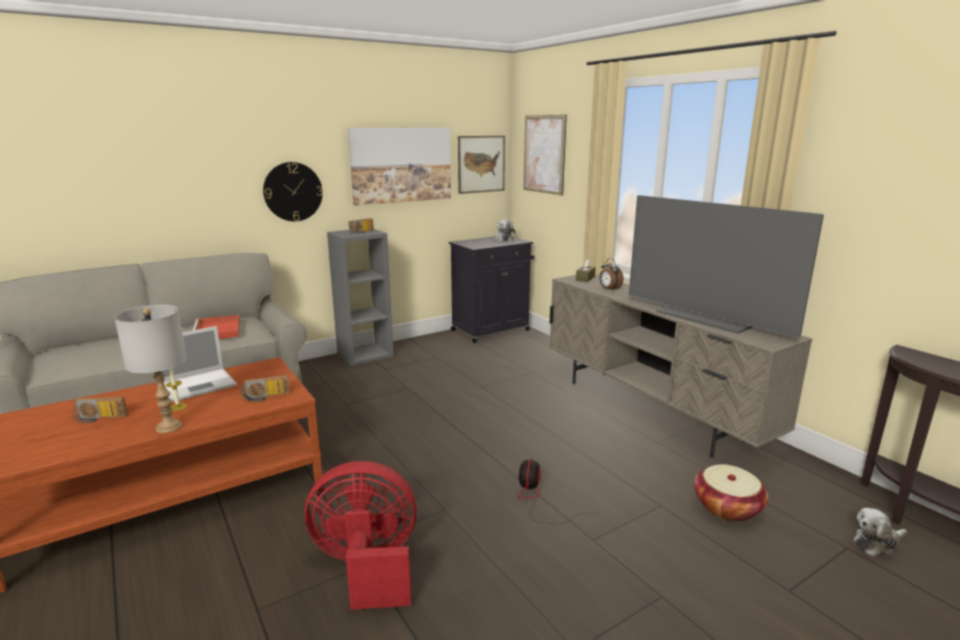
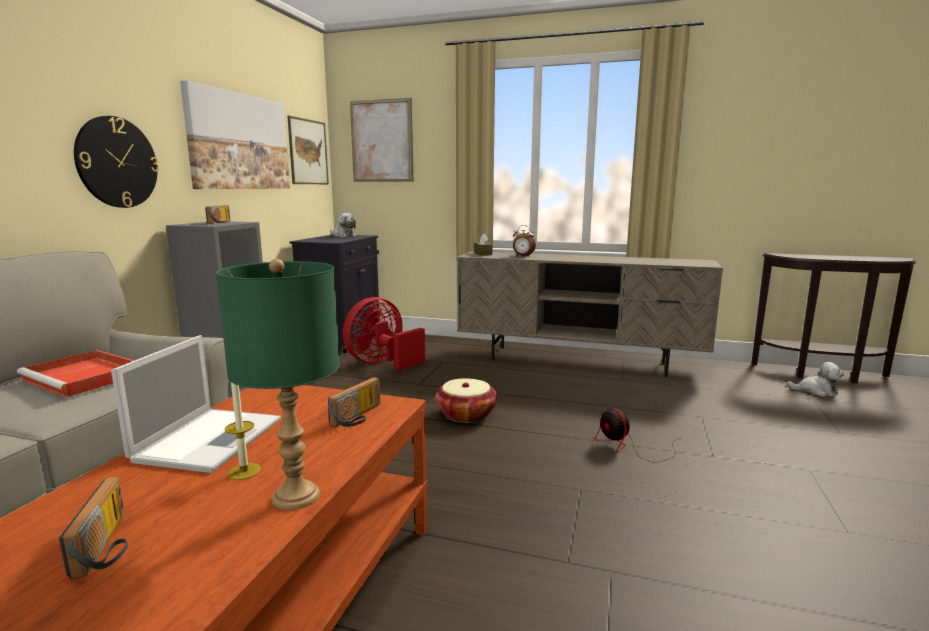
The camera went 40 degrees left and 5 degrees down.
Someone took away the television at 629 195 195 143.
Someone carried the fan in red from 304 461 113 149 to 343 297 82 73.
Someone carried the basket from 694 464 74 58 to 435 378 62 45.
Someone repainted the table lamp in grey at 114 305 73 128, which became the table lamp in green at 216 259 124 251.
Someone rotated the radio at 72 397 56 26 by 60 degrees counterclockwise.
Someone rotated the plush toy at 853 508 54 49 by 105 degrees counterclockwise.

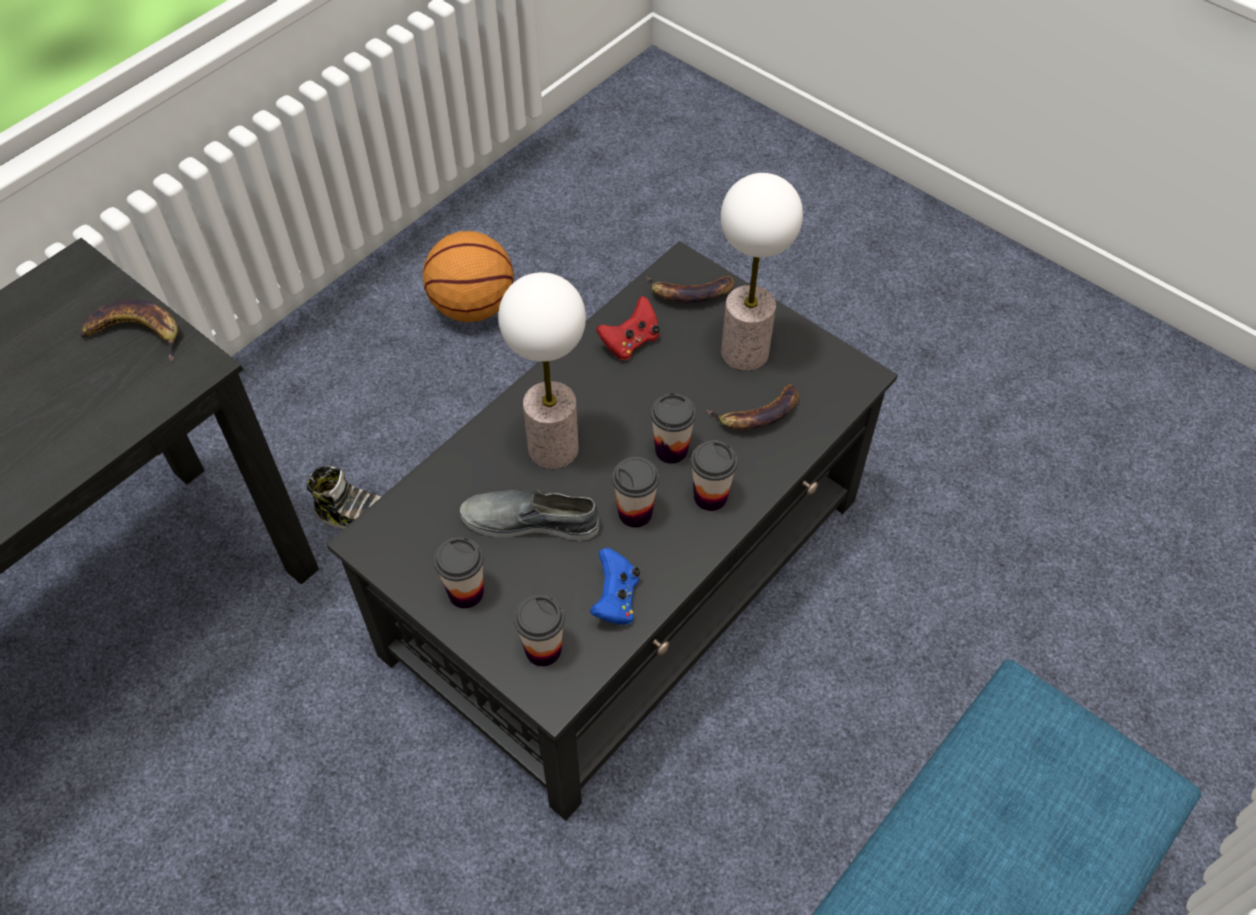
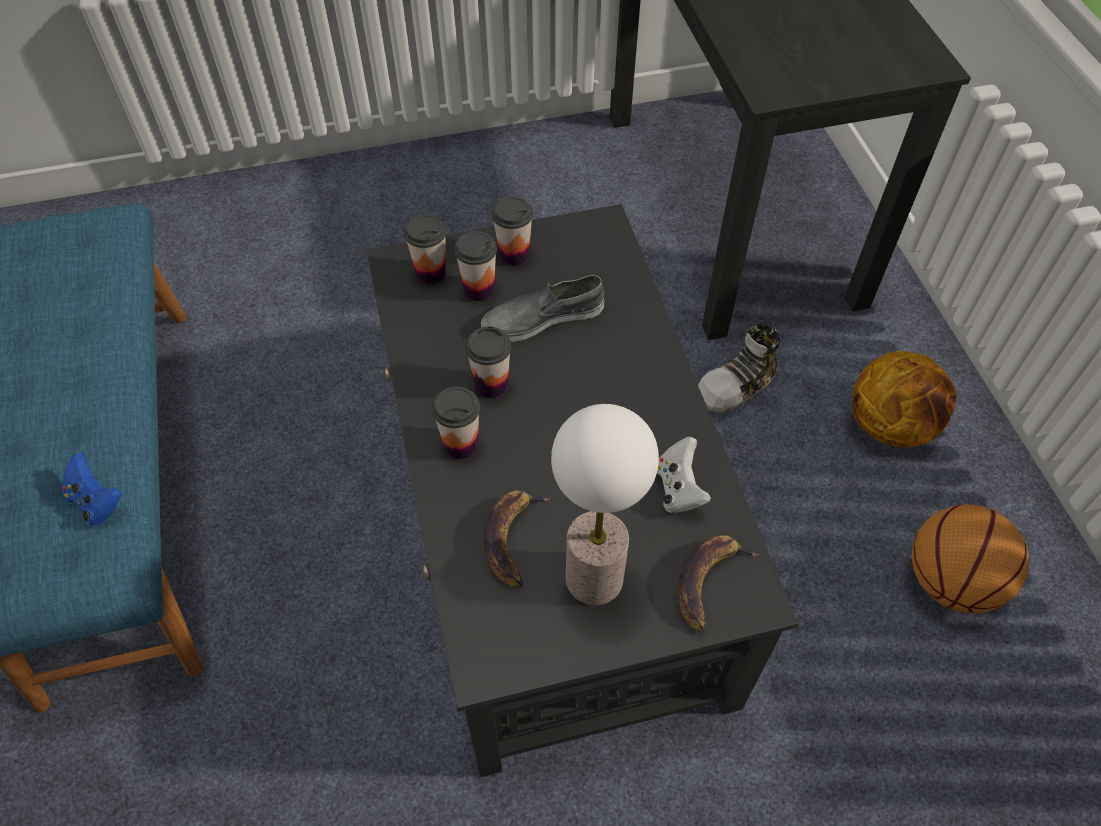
The camera went 125 degrees right and 0 degrees up.
Someone took away the banana at 80 299 98 63.
Someone took away the table lamp at 498 272 88 197.
Someone put down the basketball at 852 351 104 97.
Someone carried the game controller in blue from 590 548 50 77 to 62 453 60 73.
Someone carried the cup from 651 393 45 71 to 454 231 43 70.
Someone repainted the game controller in red at 596 296 64 64, which became the game controller in white at 657 437 54 76.
Someone rotated the shoe in grey at 460 490 139 51 by 150 degrees counterclockwise.

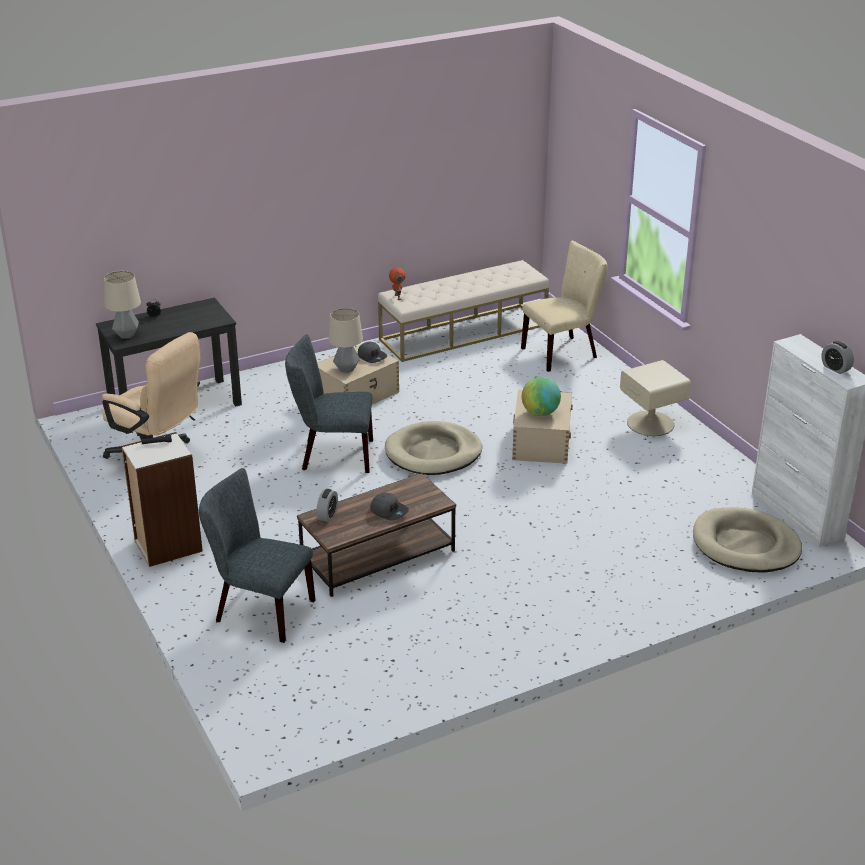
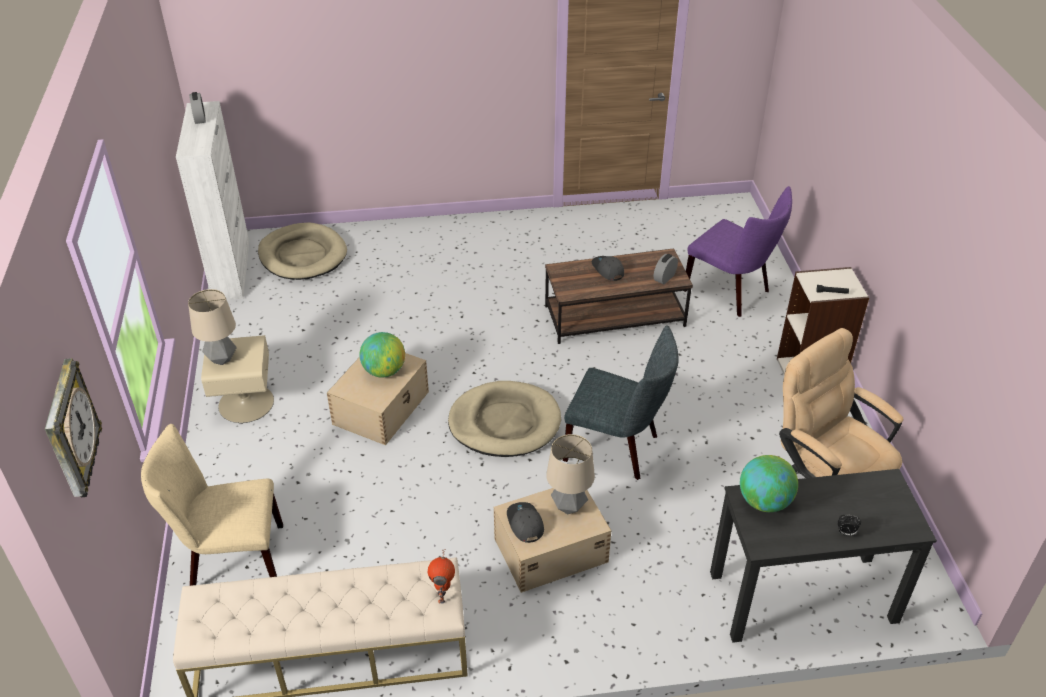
The camera went 160 degrees left and 10 degrees up.
Someone put up the wall clock at 45 359 57 138.
Someone put down the globe at 740 455 58 57.
Someone carried the table lamp from 104 271 37 68 to 188 289 49 76.
Someone repainted the chair in grey at 199 468 117 175, which became the chair in purple at 684 186 108 131.

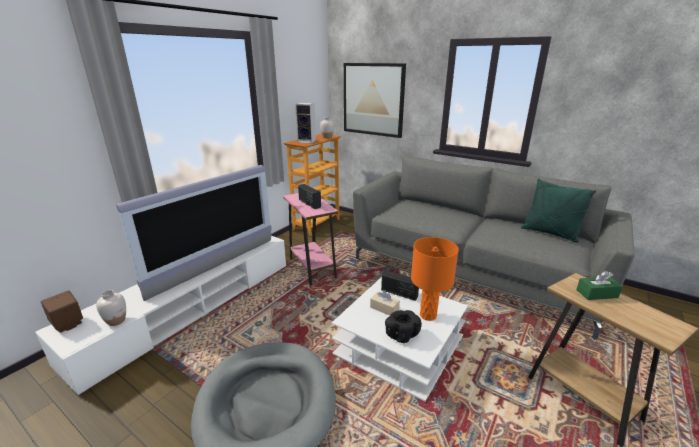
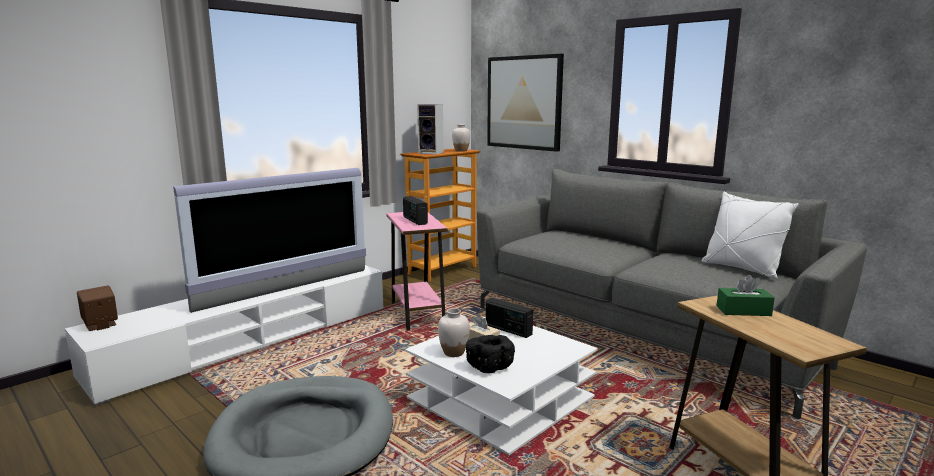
The camera went 10 degrees right and 10 degrees down.
Someone took away the table lamp in orange at 411 237 48 84.
Someone carried the vase in white from 96 290 30 36 to 438 308 32 49.
Someone repainted the pillow in green at 521 178 75 65, which became the pillow in white at 702 192 97 87.

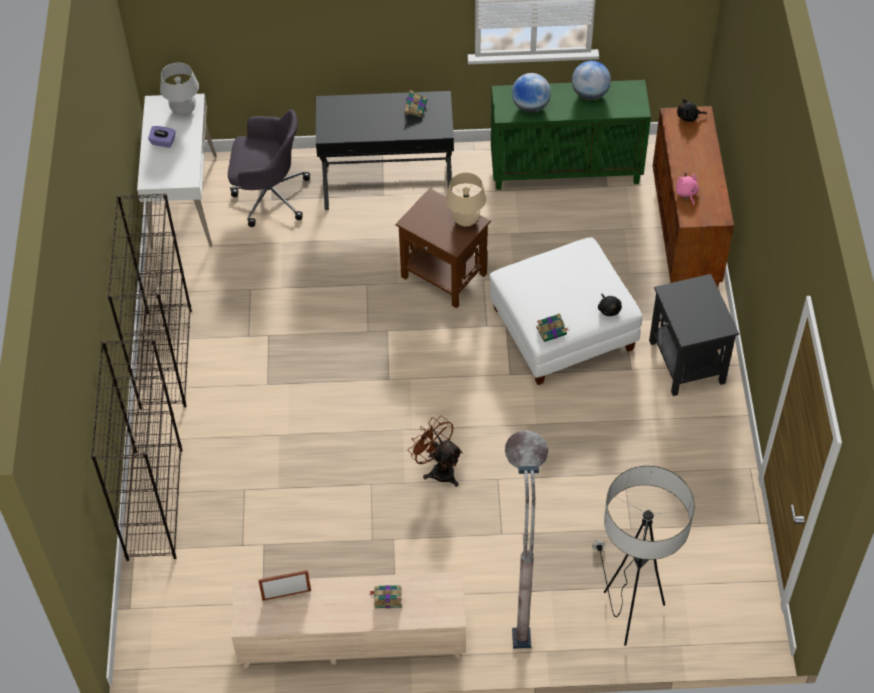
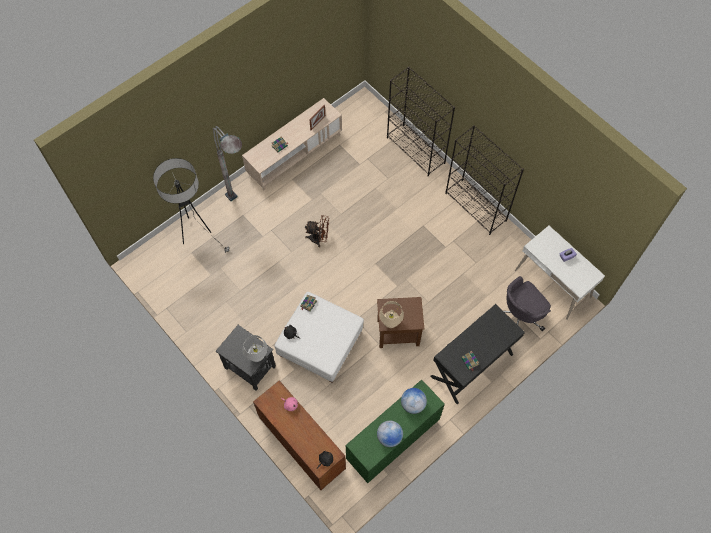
The camera went 140 degrees right and 10 degrees up.
Someone carried the table lamp in white from 160 62 39 54 to 243 335 25 27.

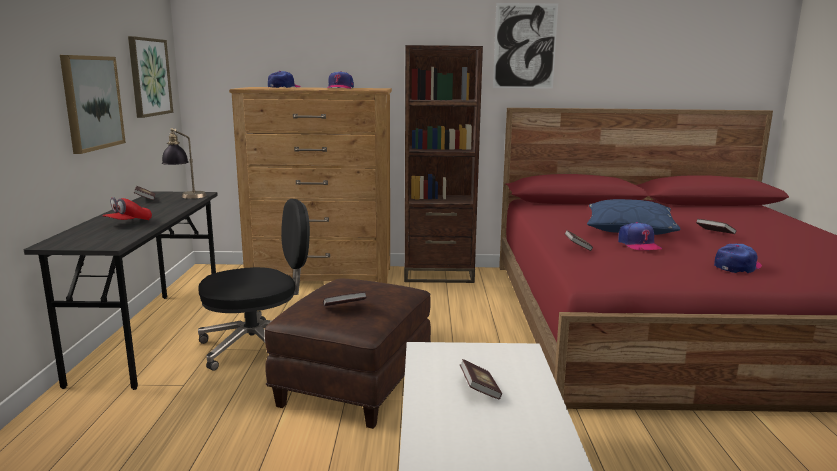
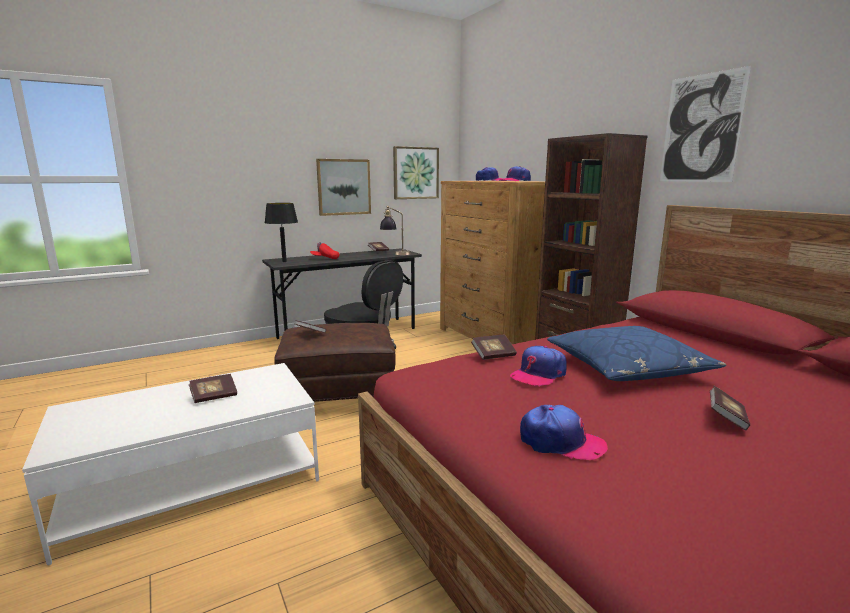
The camera went 60 degrees right and 0 degrees up.
Someone put down the table lamp in black at 265 203 33 59.

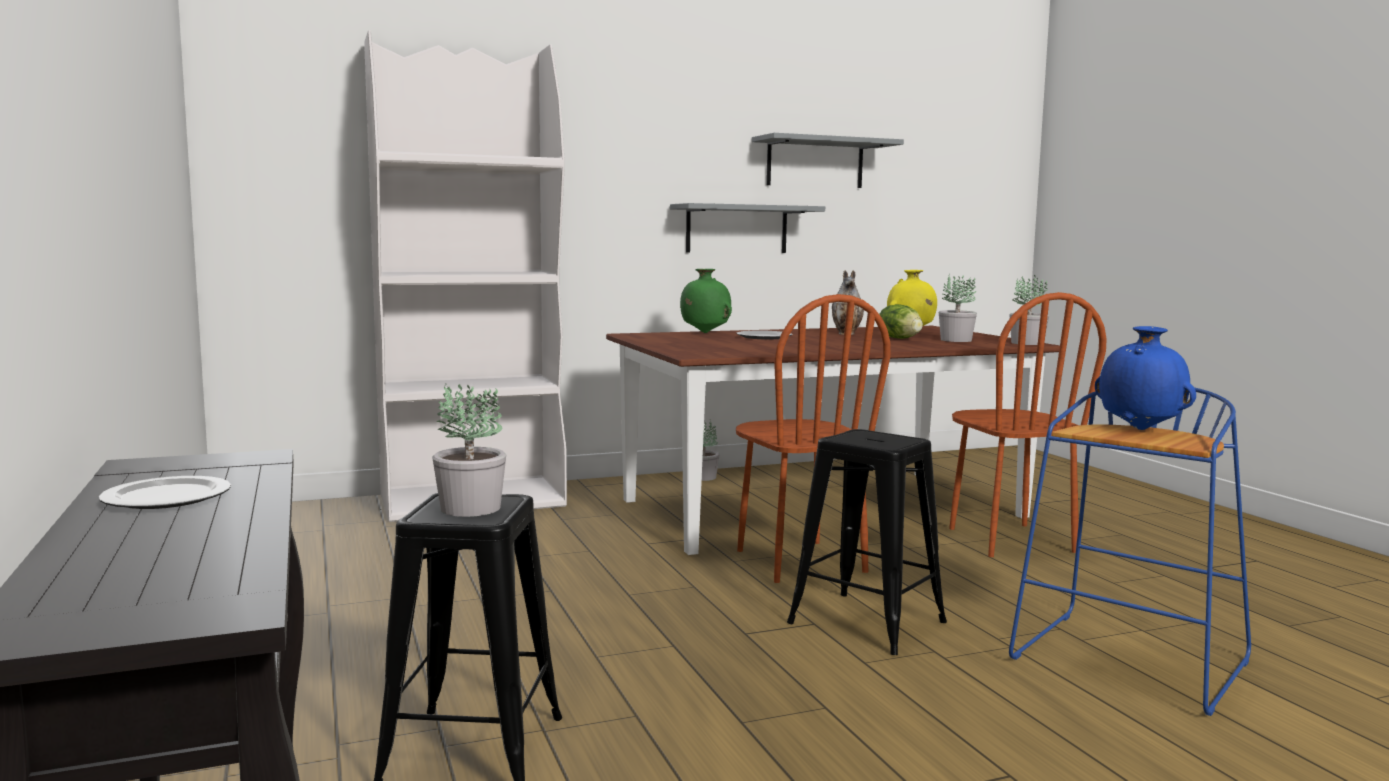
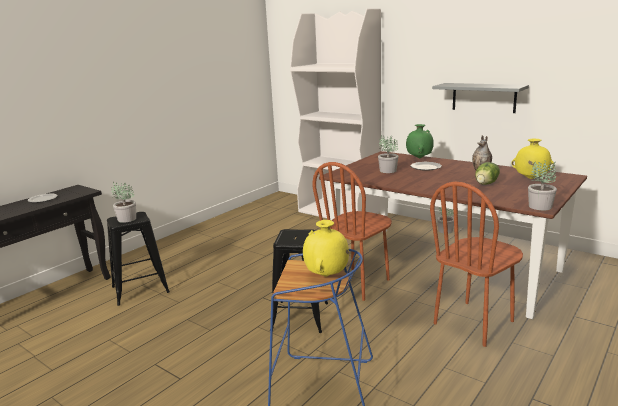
The camera went 60 degrees right and 10 degrees up.
Someone took away the shelf in grey at 752 133 152 55.
Someone carried the potted plant from 939 273 38 69 to 378 134 21 39.
Someone repainted the vase in blue at 1095 326 101 104, which became the vase in yellow at 303 220 46 57.

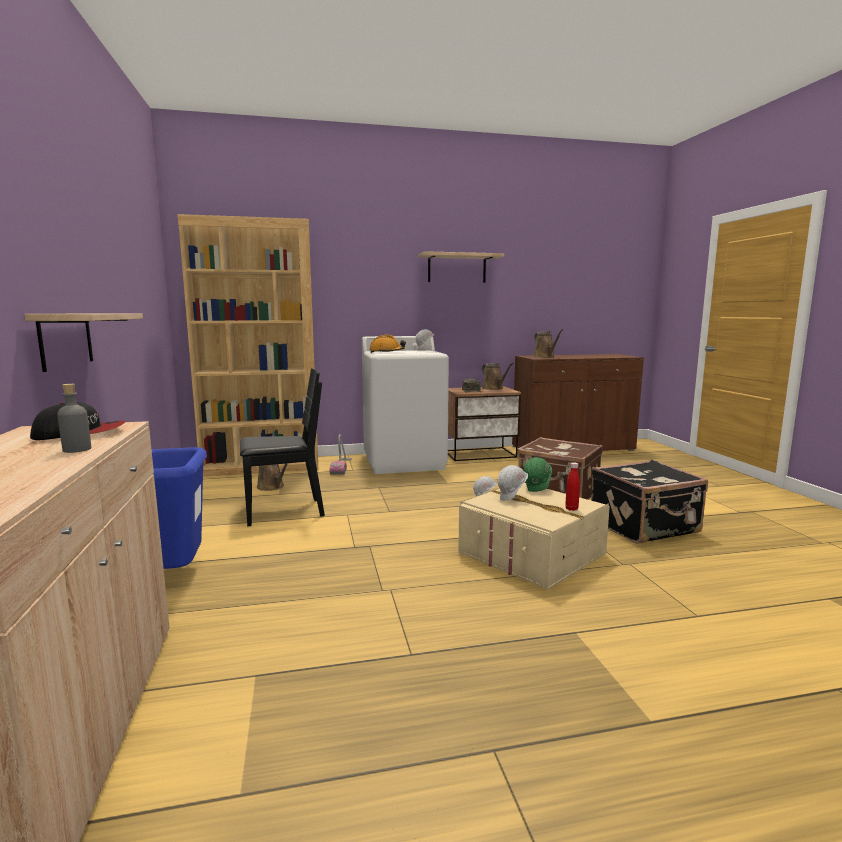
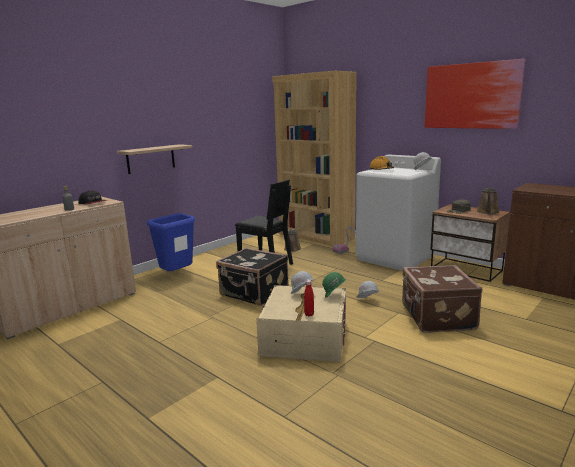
The camera went 55 degrees right and 5 degrees up.
Someone took away the watering can in brown at 533 329 30 29.
Someone carried the suitcase in black from 591 460 117 84 to 216 247 73 59.
Someone swapped the shelf at 418 251 86 32 for the picture at 425 59 101 70.

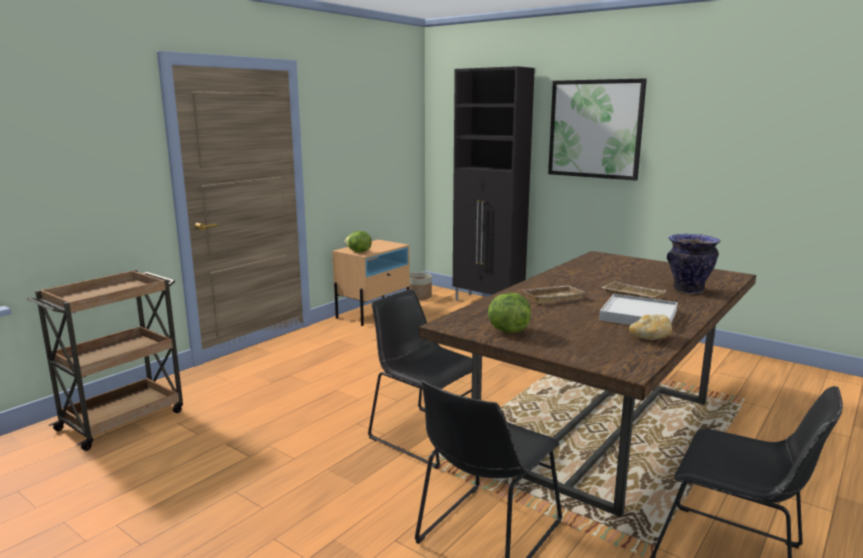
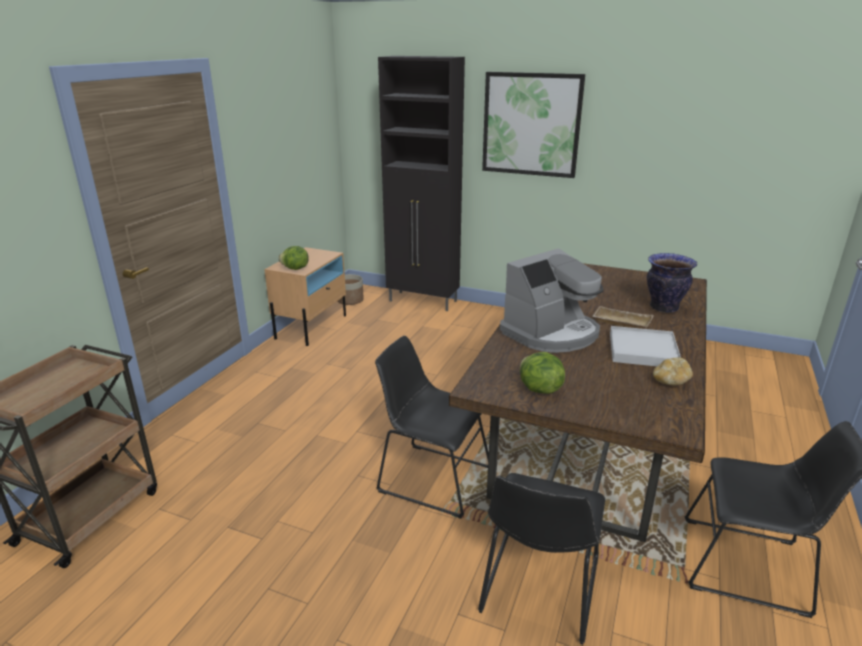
The camera went 15 degrees left and 10 degrees up.
Someone swapped the tray in beige at 522 285 62 19 for the coffee machine at 500 248 103 105.

